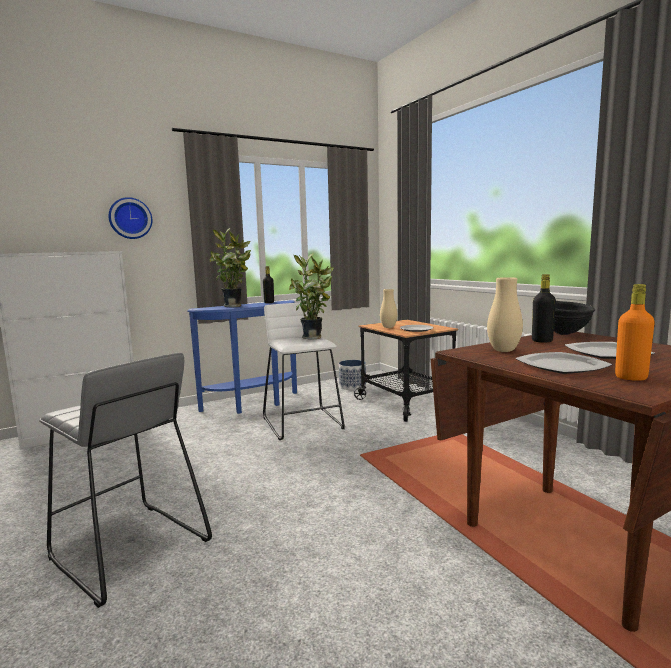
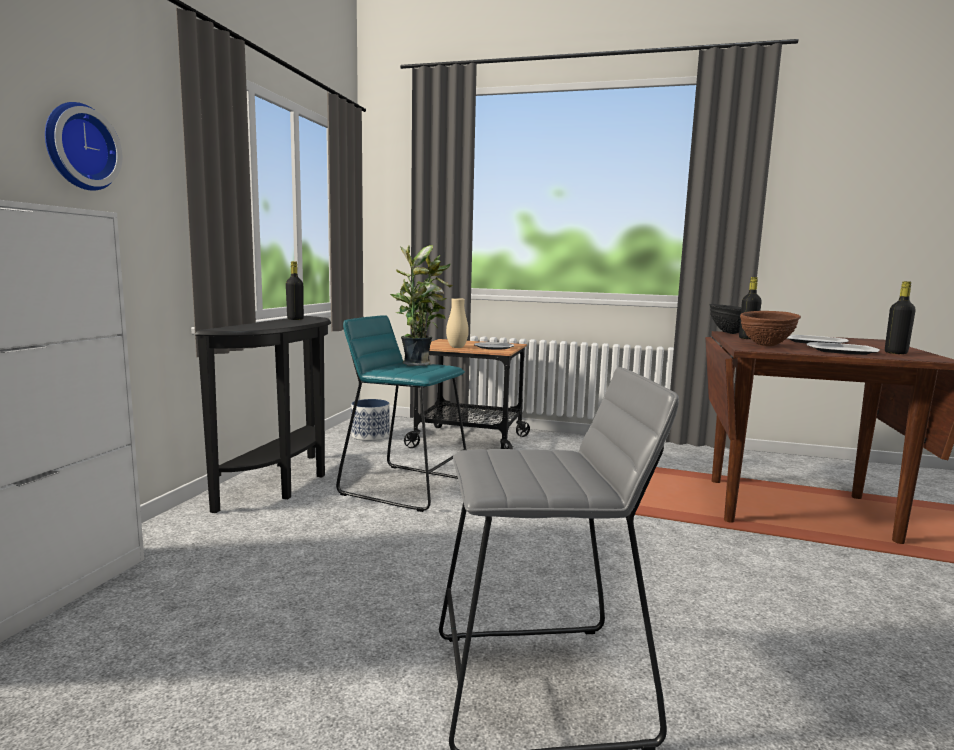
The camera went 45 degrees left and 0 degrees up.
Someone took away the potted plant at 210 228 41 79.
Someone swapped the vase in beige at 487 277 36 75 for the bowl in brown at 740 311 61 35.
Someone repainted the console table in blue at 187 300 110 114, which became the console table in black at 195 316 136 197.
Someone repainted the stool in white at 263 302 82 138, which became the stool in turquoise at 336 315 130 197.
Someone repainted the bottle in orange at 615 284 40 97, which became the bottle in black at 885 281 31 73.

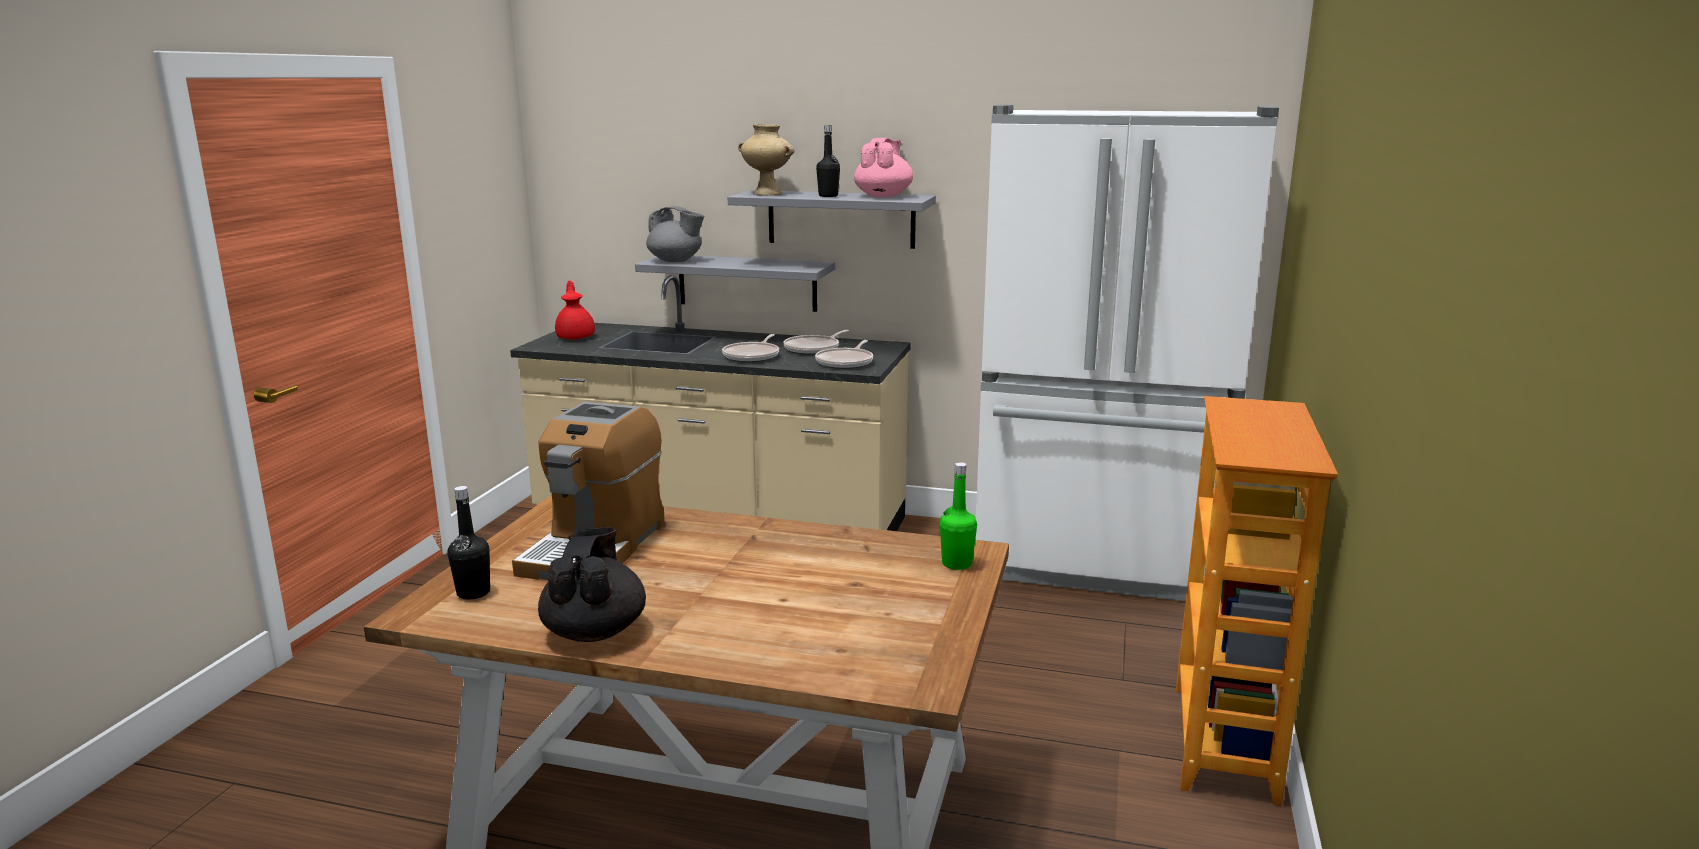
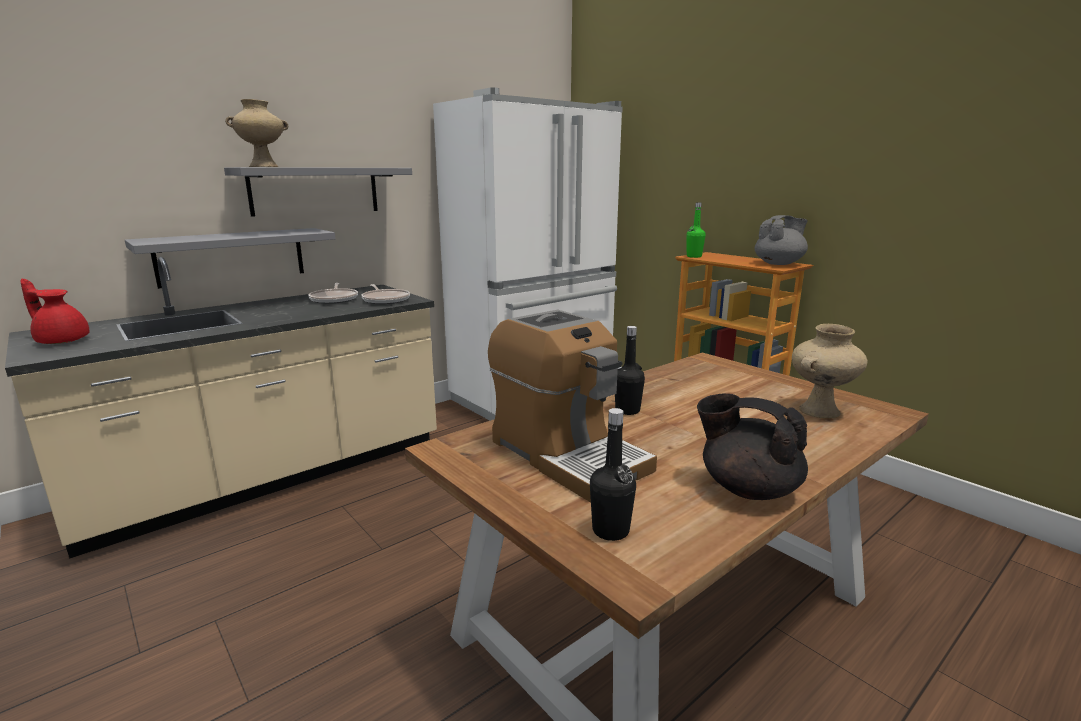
The camera went 55 degrees left and 0 degrees up.
Someone took away the frying pan at 722 334 57 28.
Someone took away the teapot in pink at 854 138 59 59.
Someone put down the vase in beige at 792 324 75 94.
Someone carried the teapot in grey from 646 206 58 56 to 754 215 54 50.
Someone carried the bottle in black from 816 125 24 72 to 615 326 30 89.
Someone carried the bottle in green from 940 462 37 108 to 687 202 19 56.

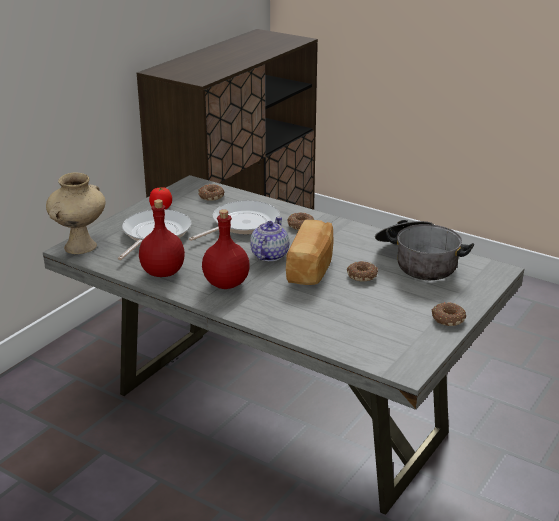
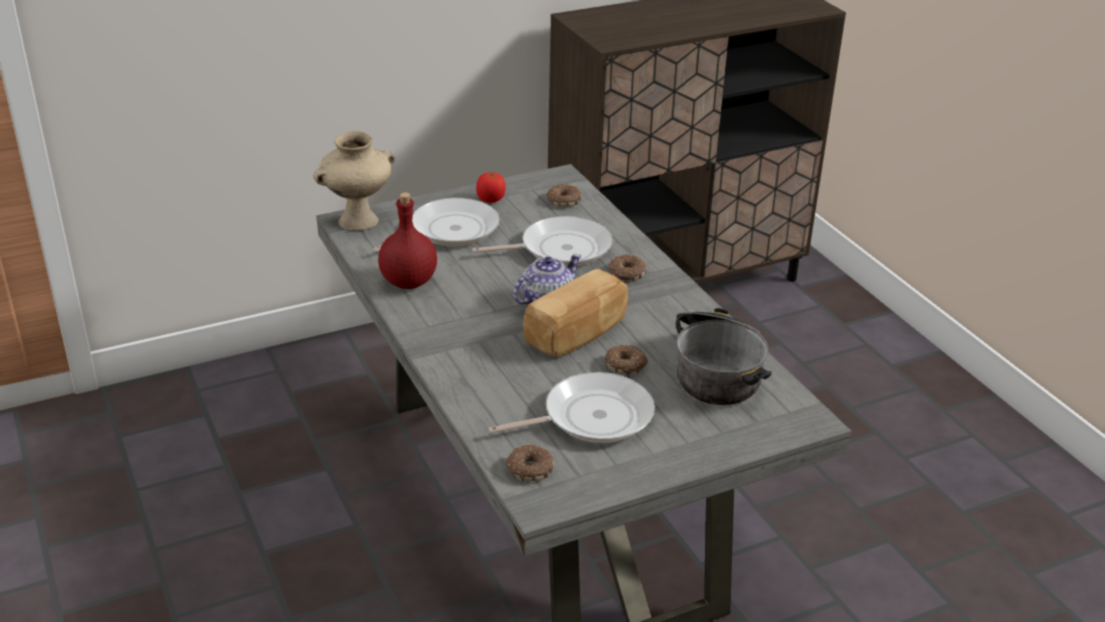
The camera went 30 degrees right and 5 degrees up.
Someone took away the bottle in red at 202 209 48 80.
Someone put down the frying pan at 488 372 167 71.
Someone carried the donut from 432 302 34 24 to 505 444 49 38.

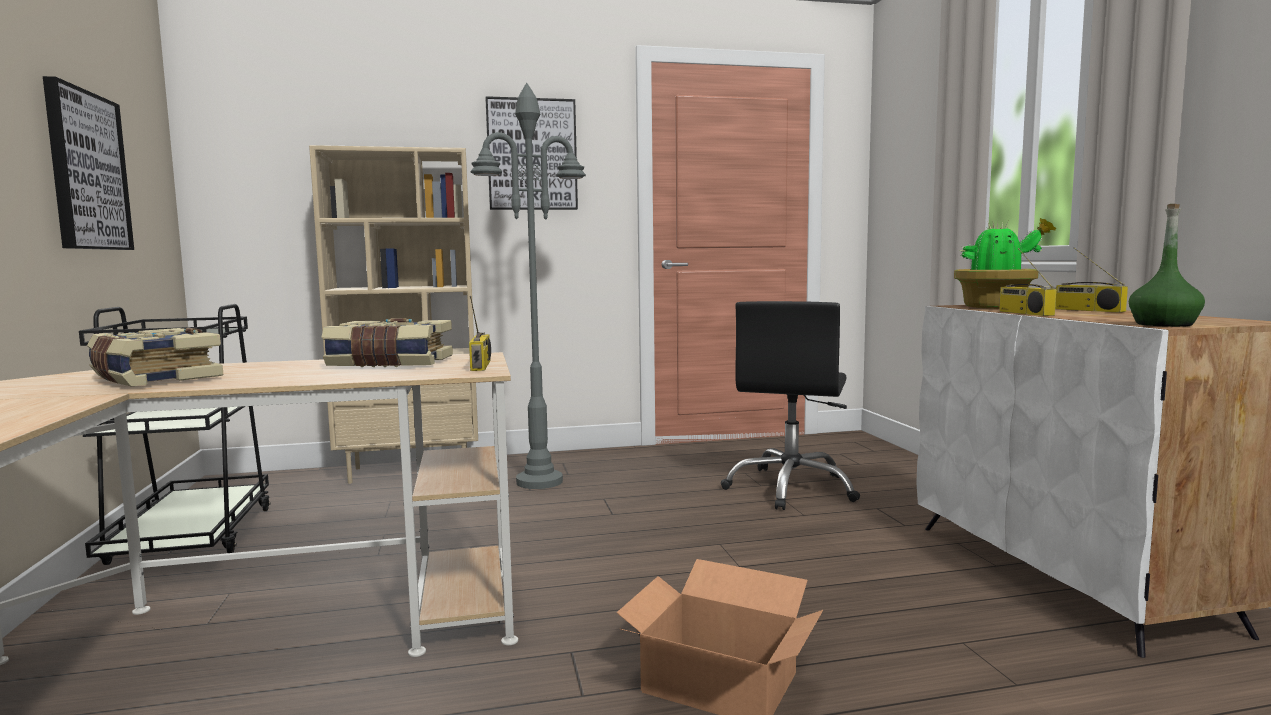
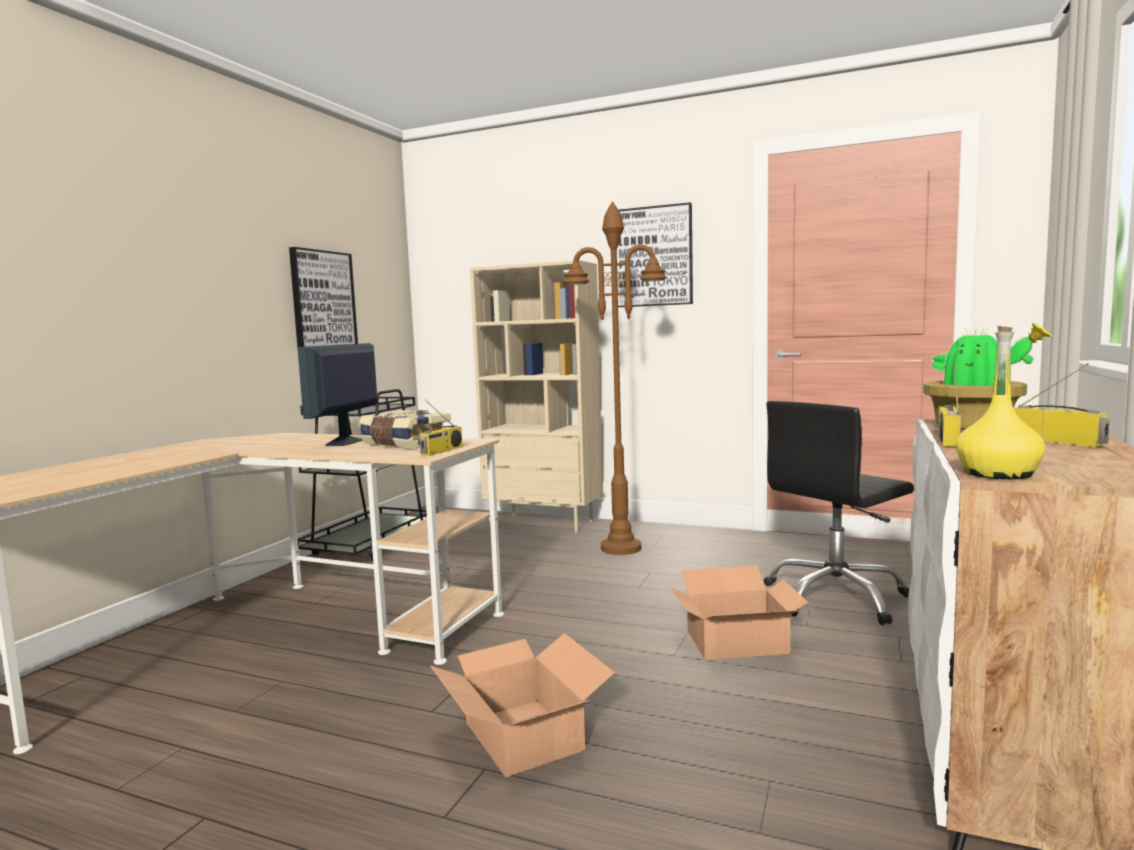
The camera went 35 degrees right and 0 degrees up.
Someone took away the book at 87 328 136 58.
Someone put down the monitor at 297 343 81 103.
Someone put down the cardboard box at 671 566 137 94.
Someone repainted the floor lamp in grey at 470 83 116 406, which became the floor lamp in brown at 563 201 104 354.
Someone repainted the bottle in green at 1129 204 76 123, which became the bottle in yellow at 956 326 90 153.
Someone rotated the radio at 1054 248 74 65 by 150 degrees clockwise.

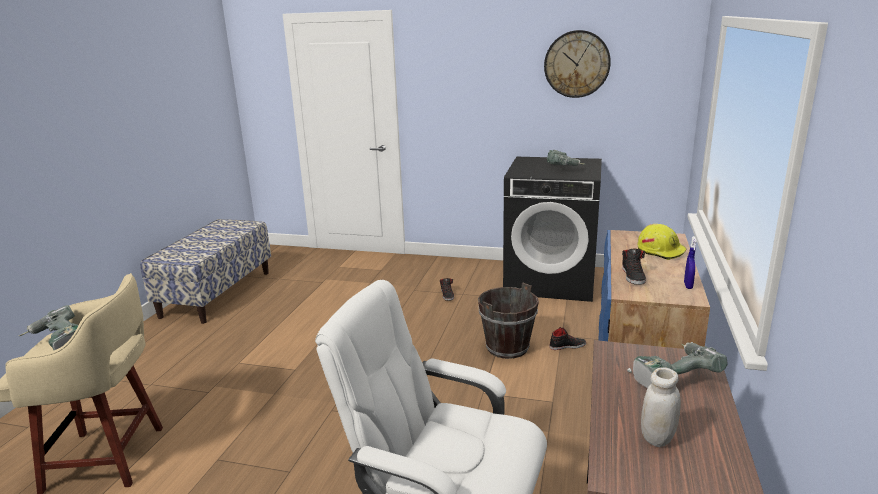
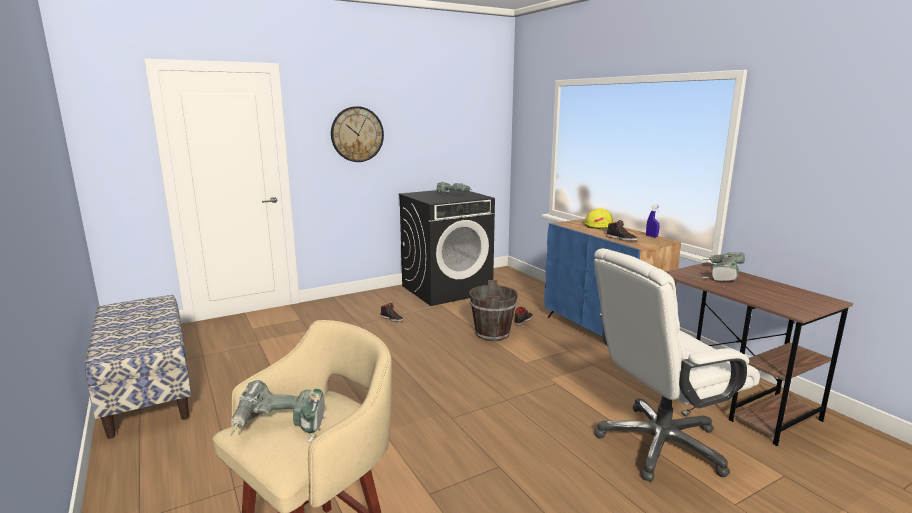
The camera went 45 degrees left and 5 degrees down.
Someone took away the jar in white at 641 367 40 80.
Someone carried the wall clock from 544 30 67 68 to 331 106 53 56.

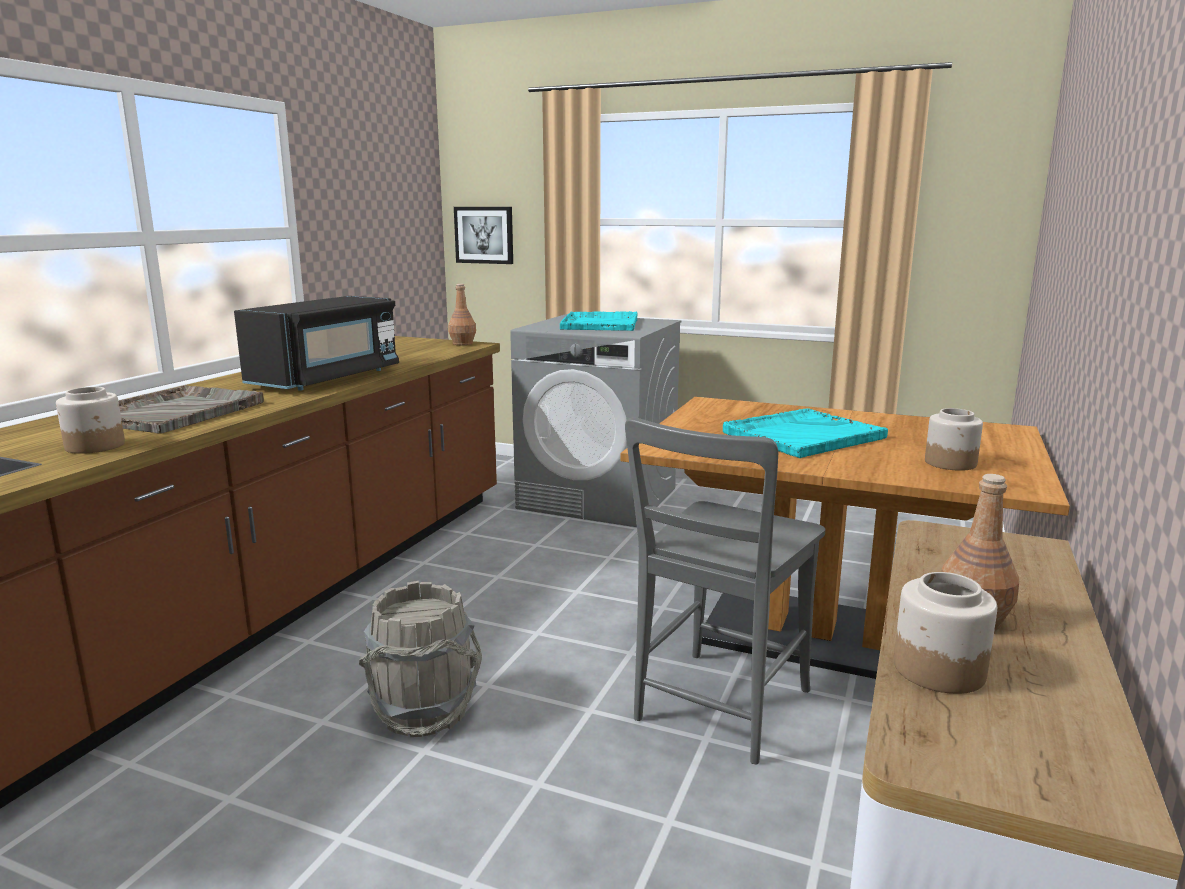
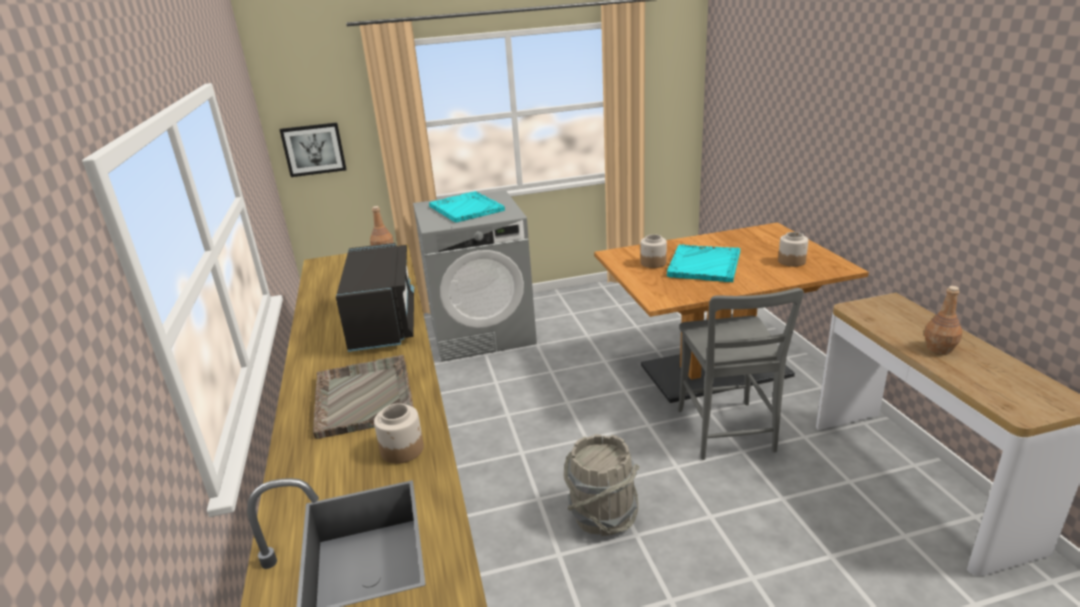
The camera went 35 degrees left and 10 degrees up.
Someone carried the jar from 894 572 103 122 to 641 234 26 34.

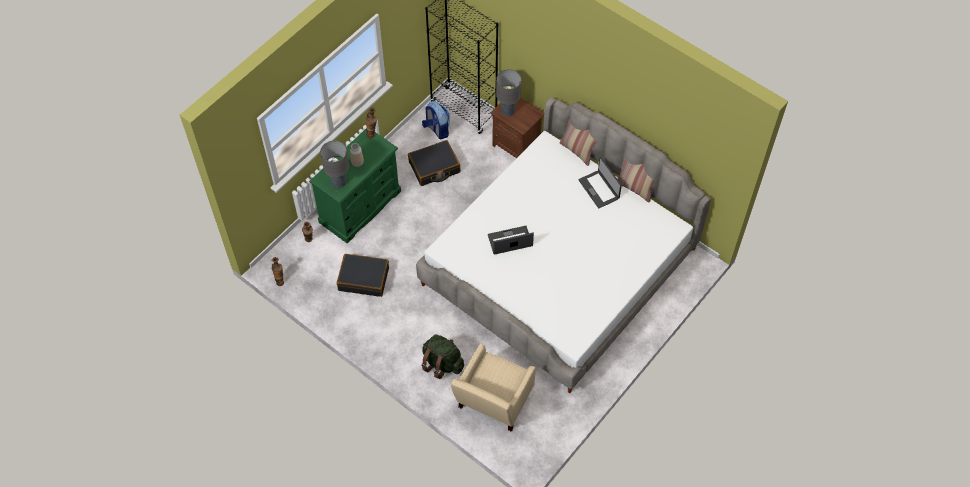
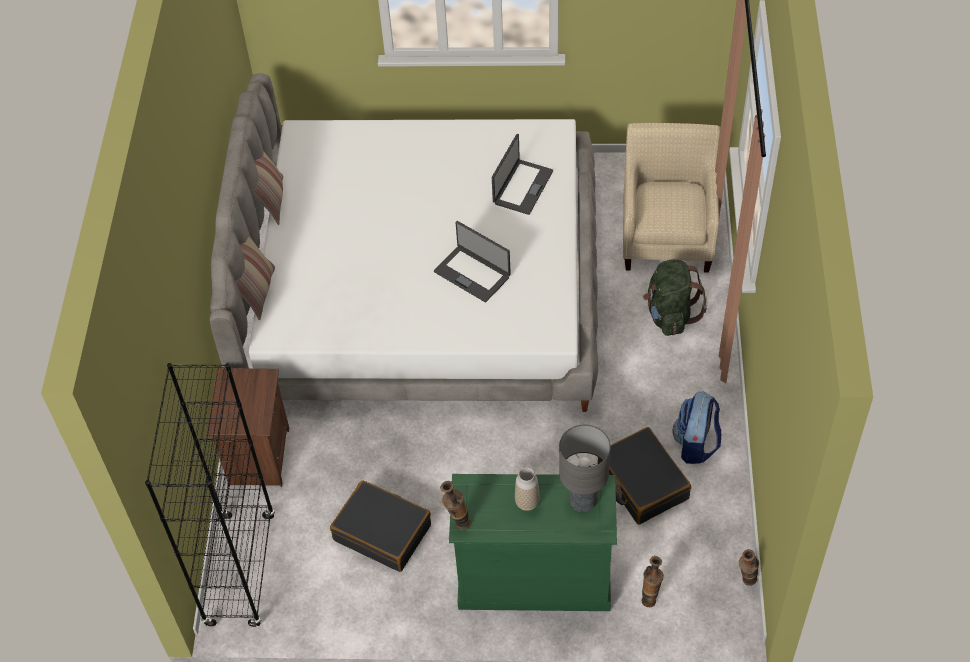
The camera went 125 degrees left and 5 degrees down.
Someone took away the table lamp in grey at 496 69 25 48.
Someone carried the backpack from 422 101 28 38 to 672 391 49 73.
Someone carried the laptop from 578 157 44 51 to 492 134 61 81.
Someone rotated the armchair in beige at 451 343 85 89 by 75 degrees counterclockwise.

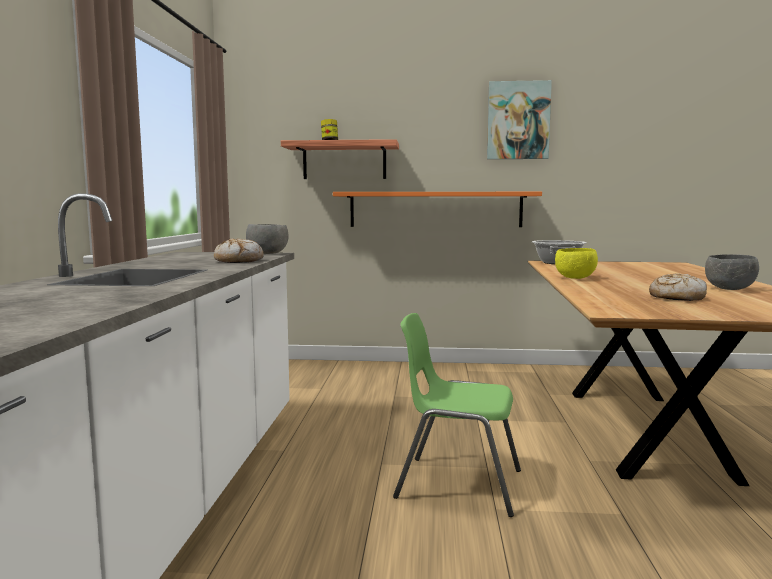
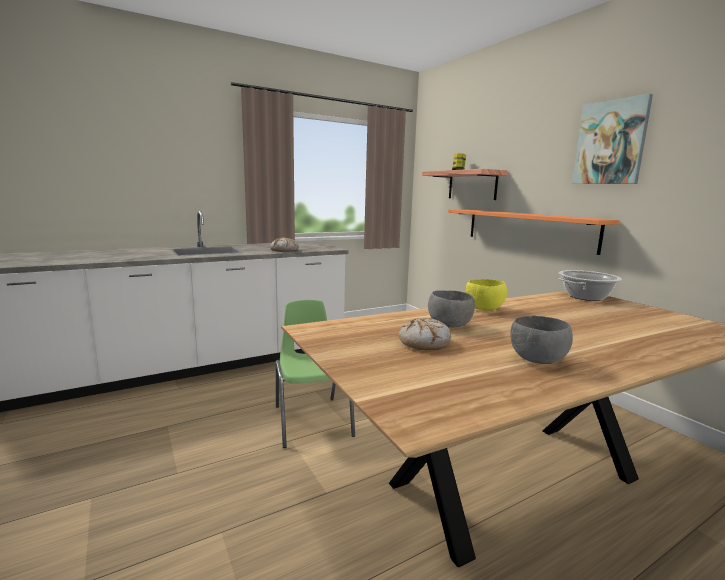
The camera went 55 degrees right and 5 degrees up.
Someone carried the bowl in grey from 246 224 43 30 to 428 290 47 38.

